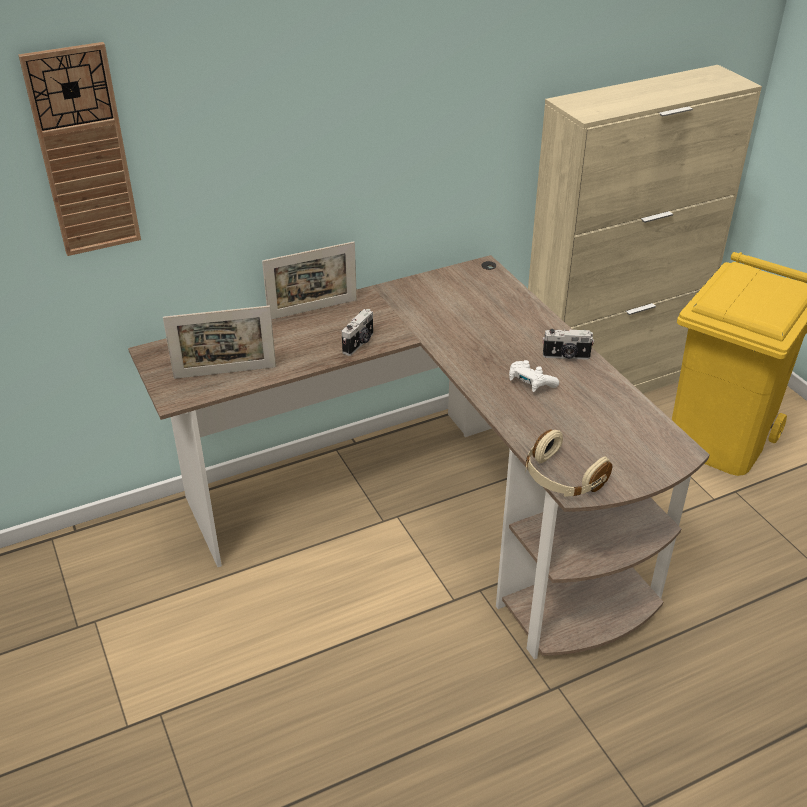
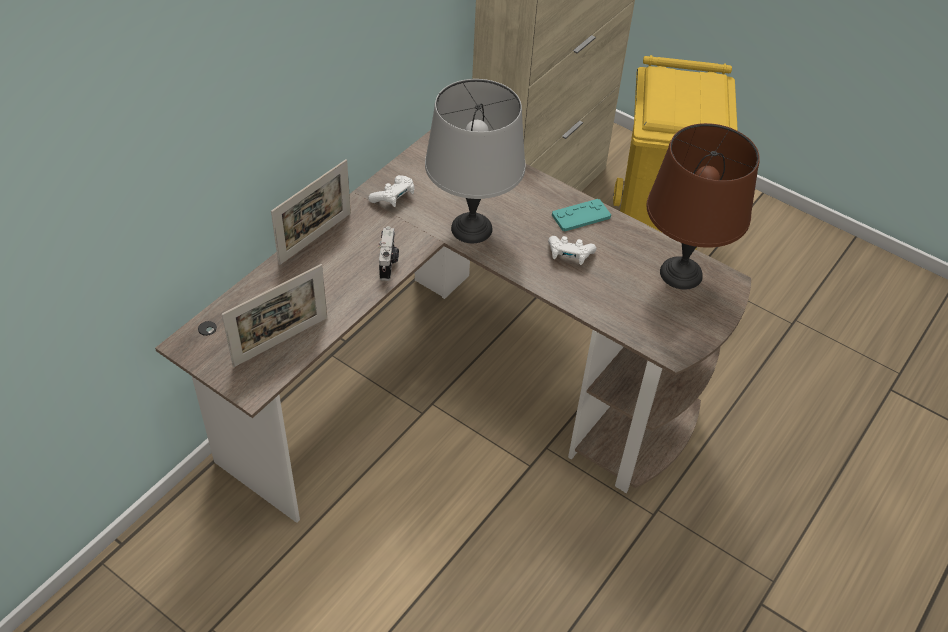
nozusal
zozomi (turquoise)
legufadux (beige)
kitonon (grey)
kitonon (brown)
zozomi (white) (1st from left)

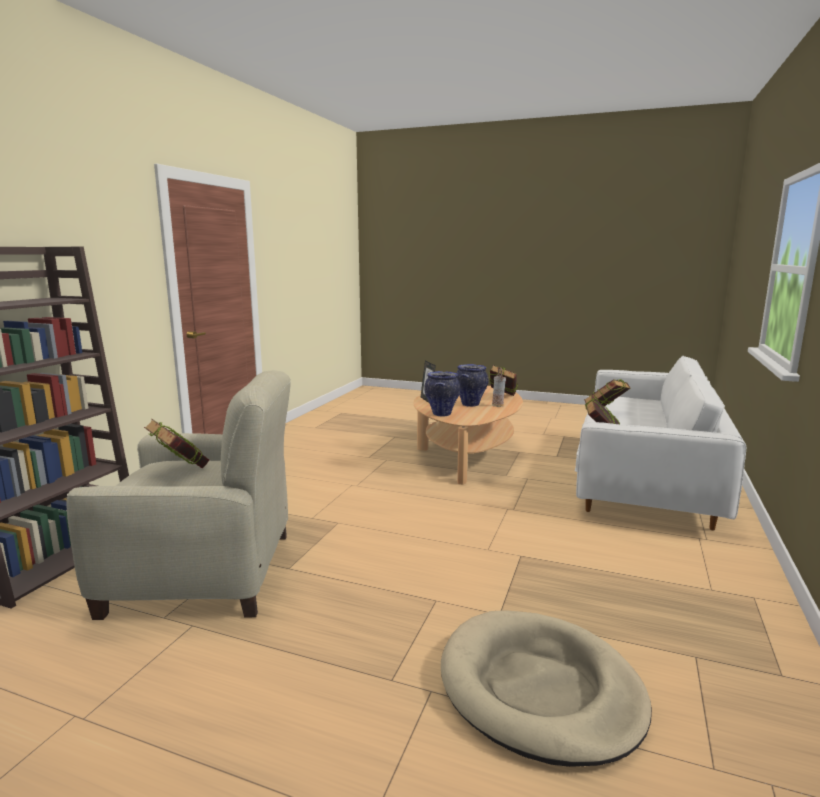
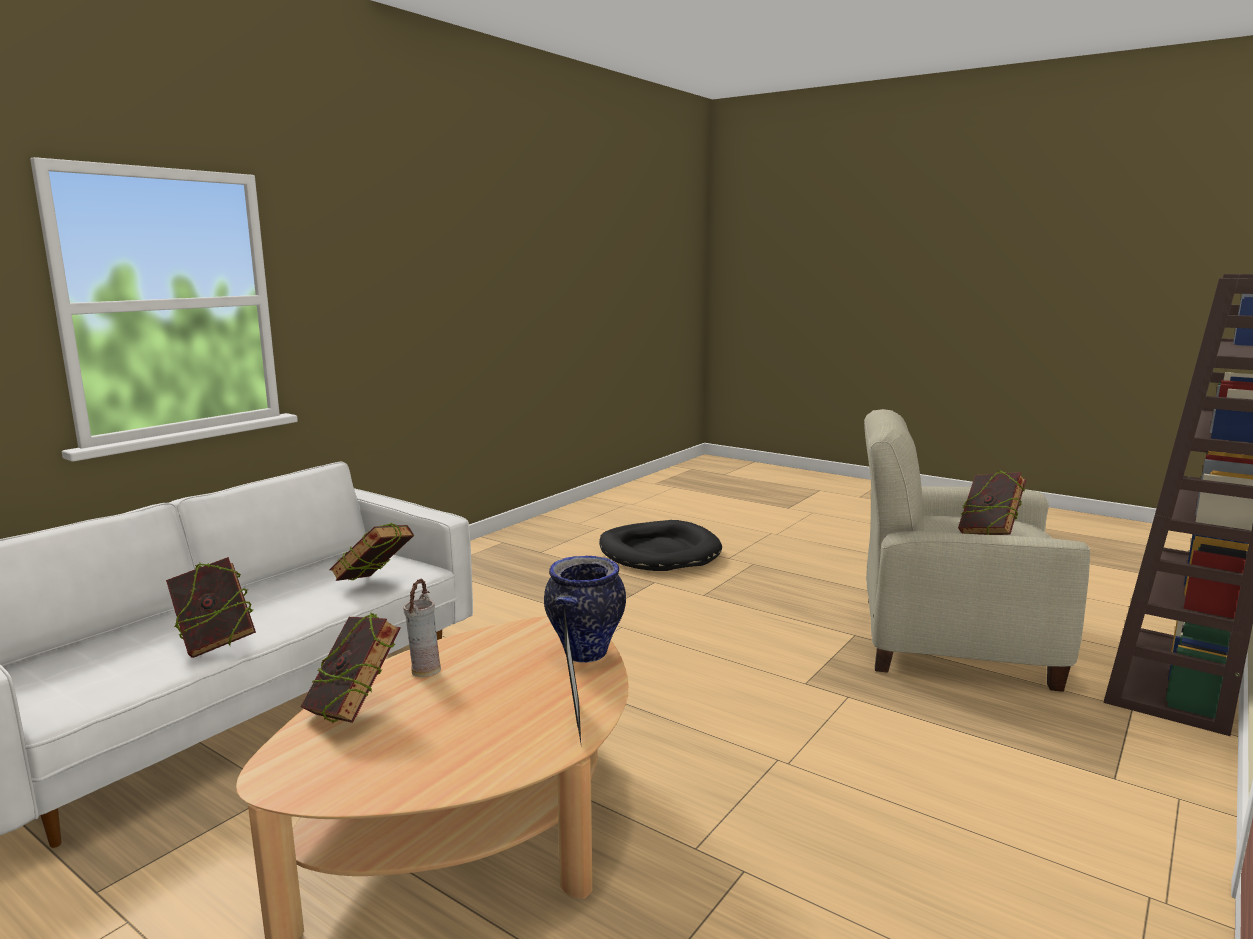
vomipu (2nd from left in the first image)
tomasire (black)

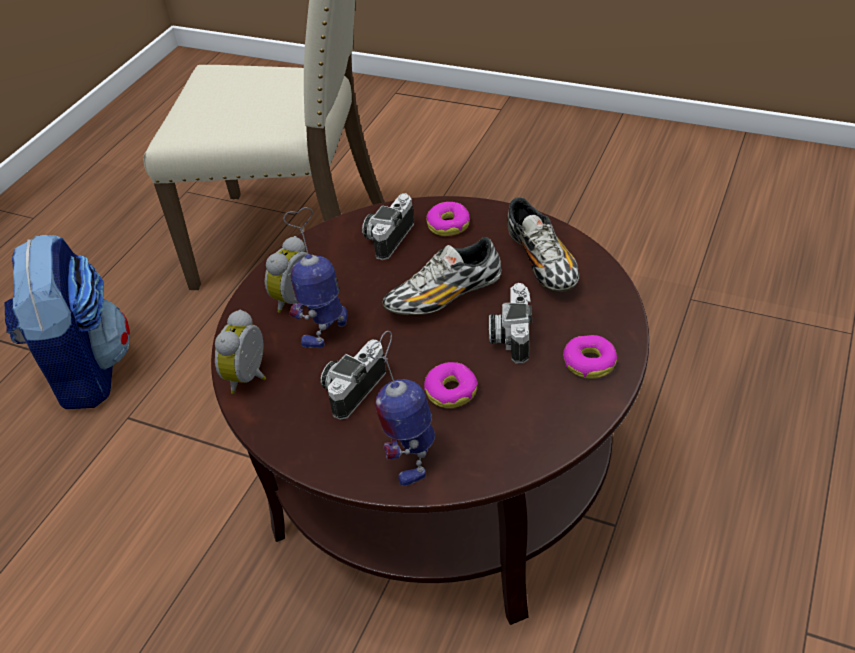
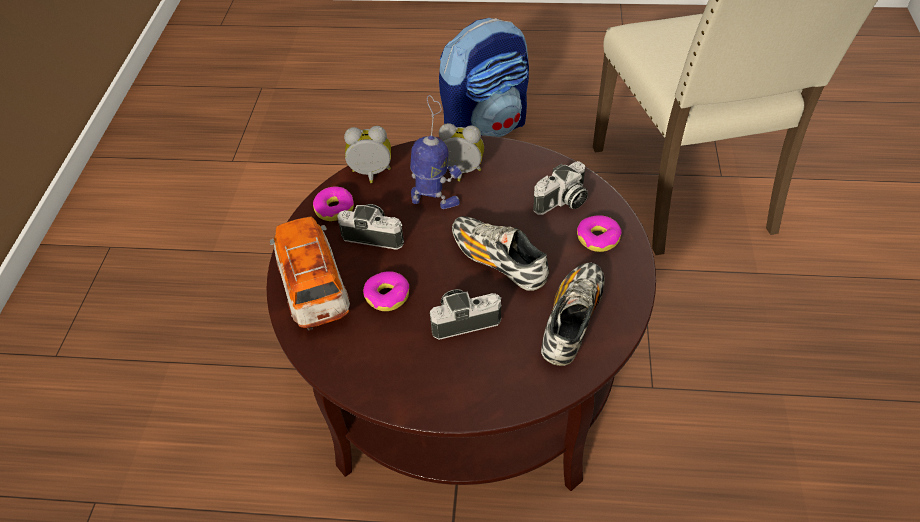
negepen (3rd from left)
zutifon (2nd from left)
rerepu
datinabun (1st from left)

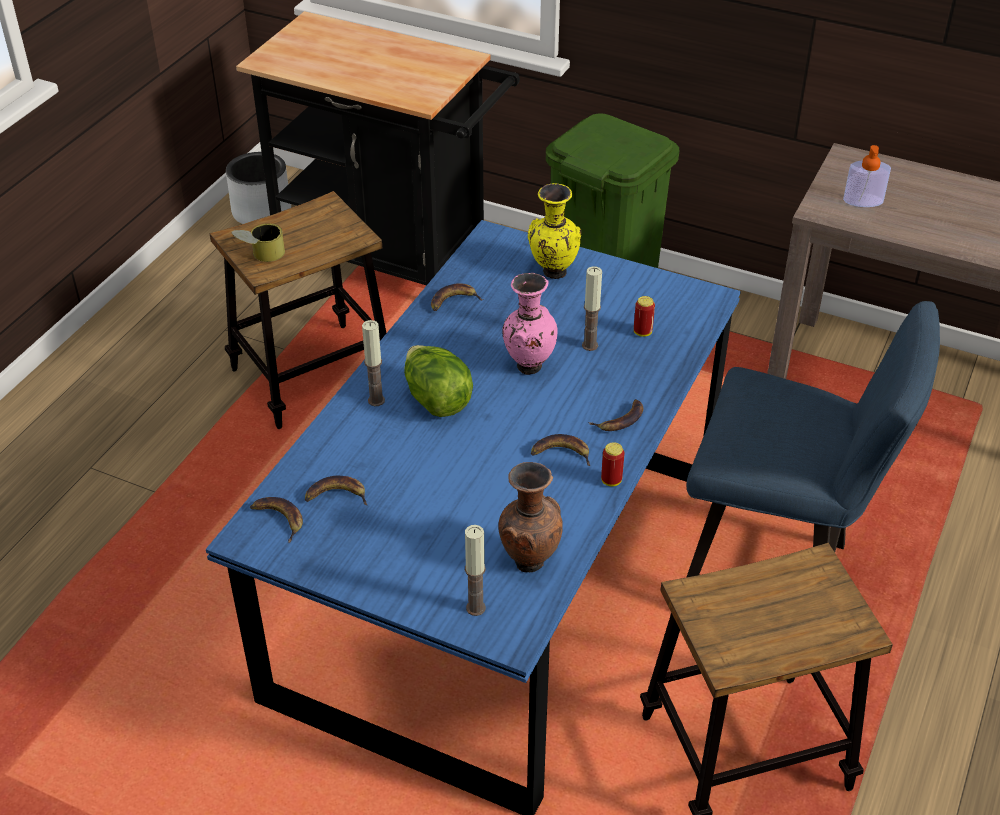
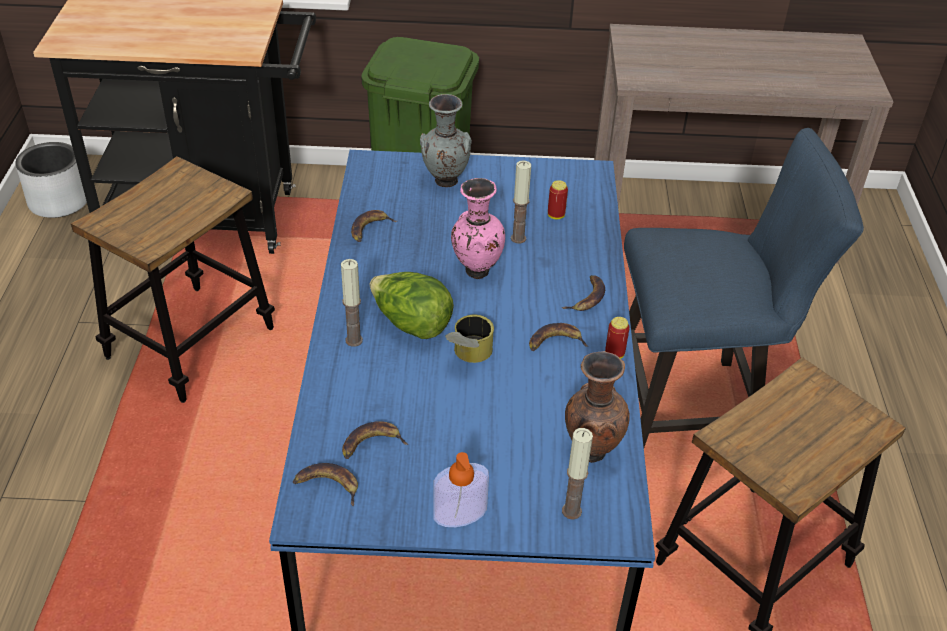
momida
vomipu (grey)
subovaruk (1st from left)

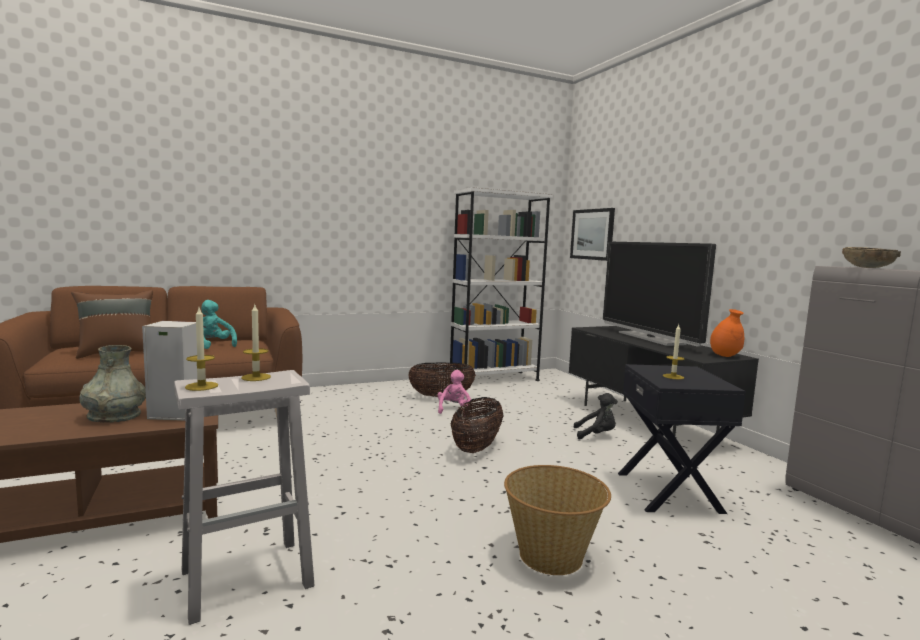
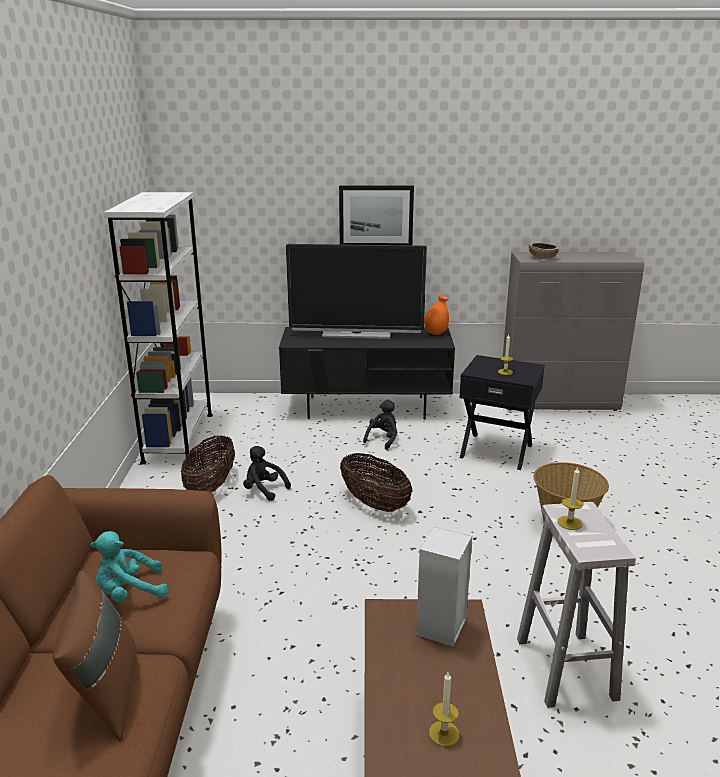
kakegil
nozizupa (1st from left)
vomipu (grey)
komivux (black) (1st from left)

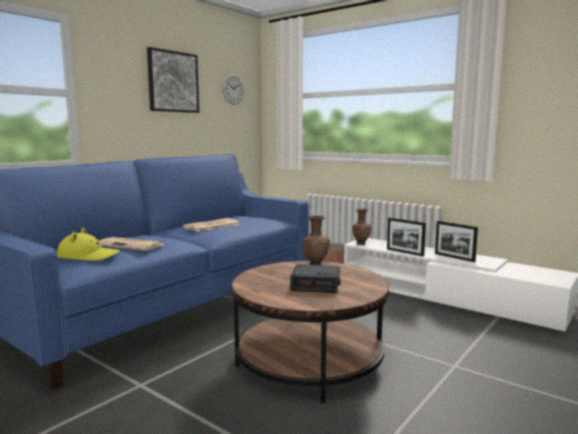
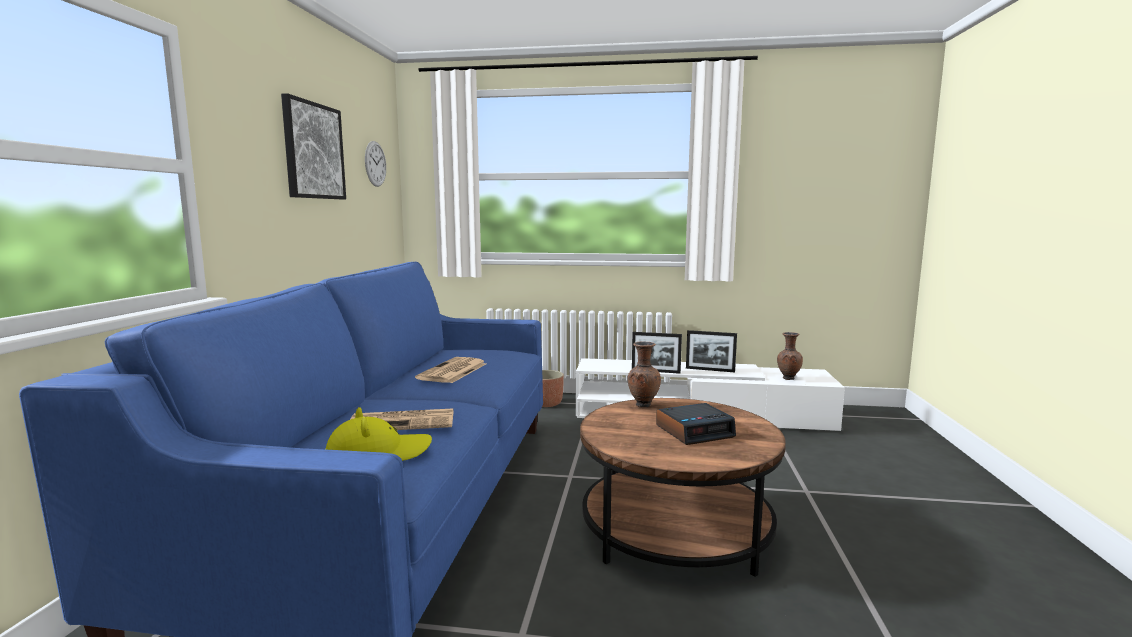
vomipu (brown) (2nd from left)

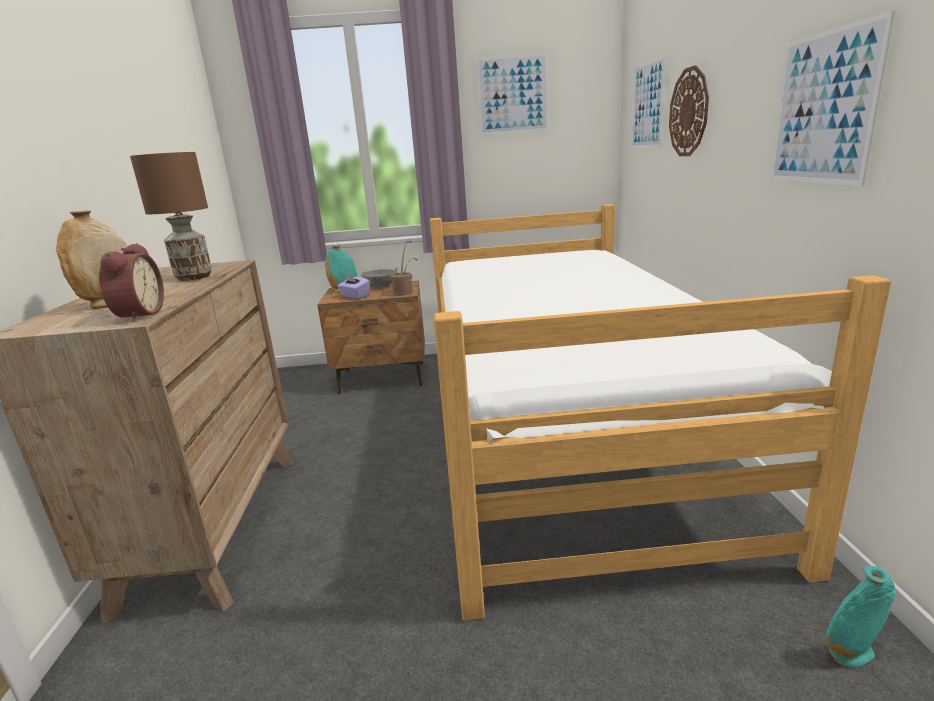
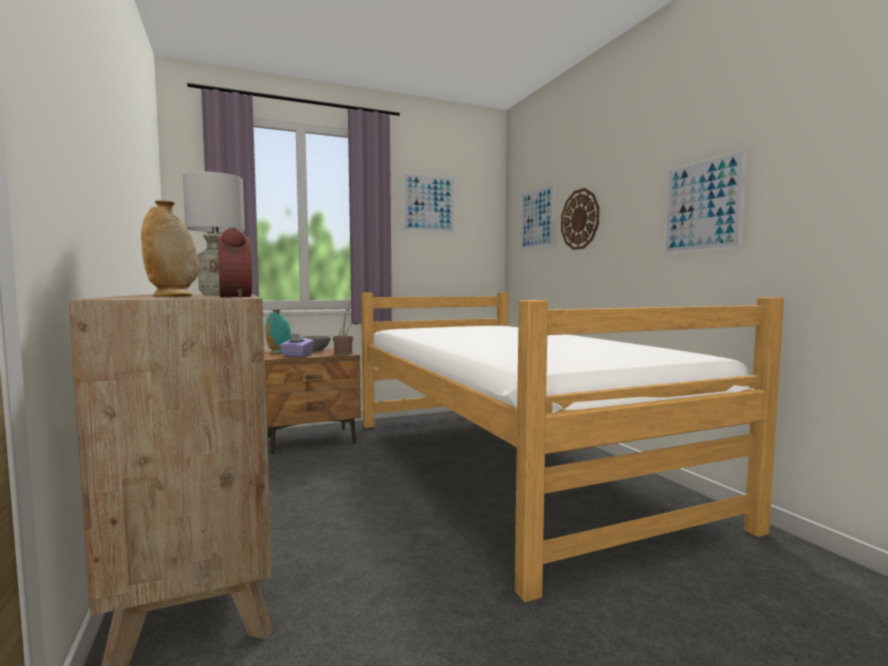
kitonon (grey)
vomipu (turquoise) (2nd from left in the first image)

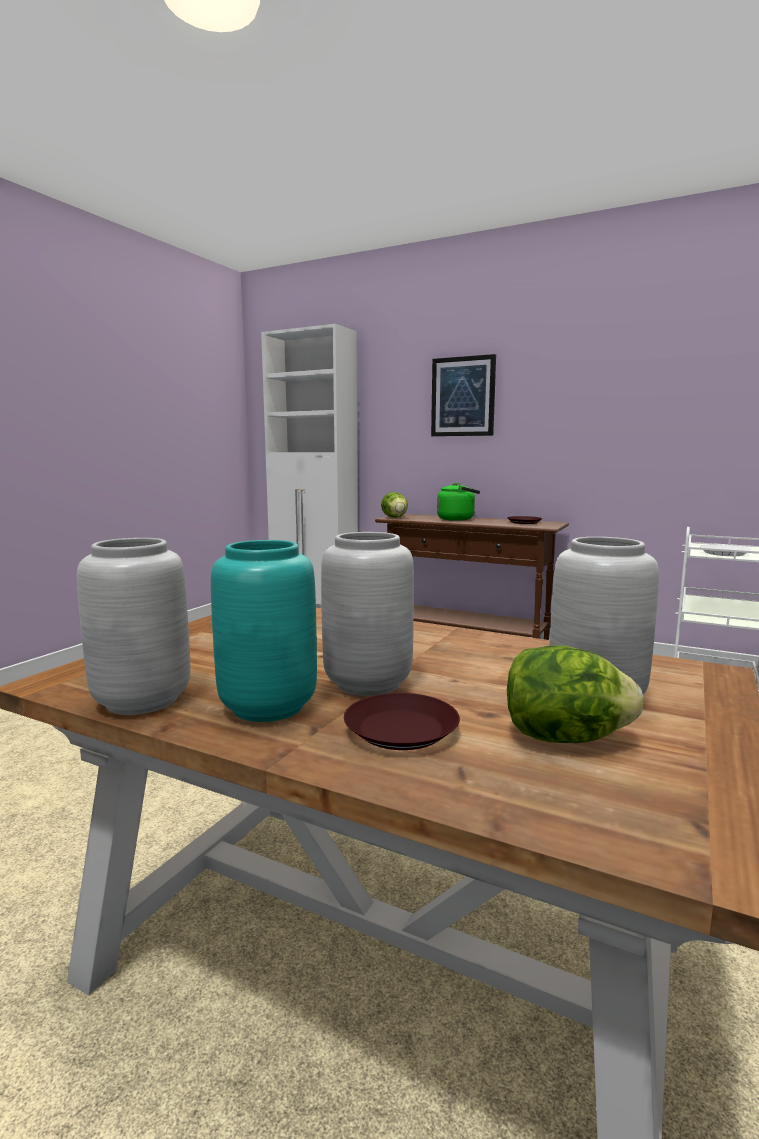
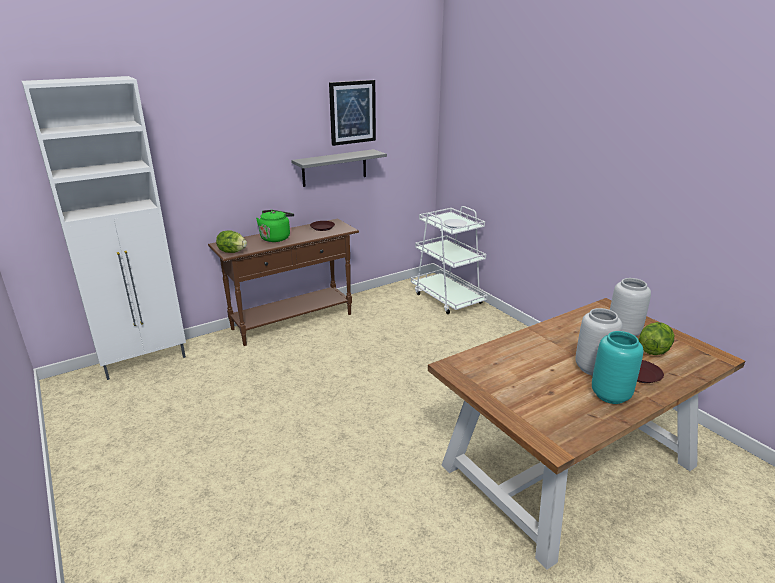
kakegil
vomipu (grey) (1st from left in the first image)
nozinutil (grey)

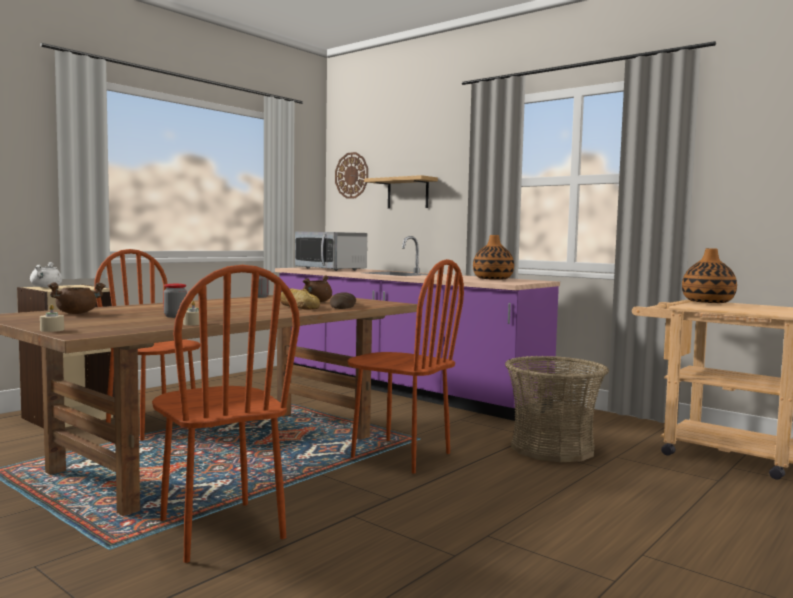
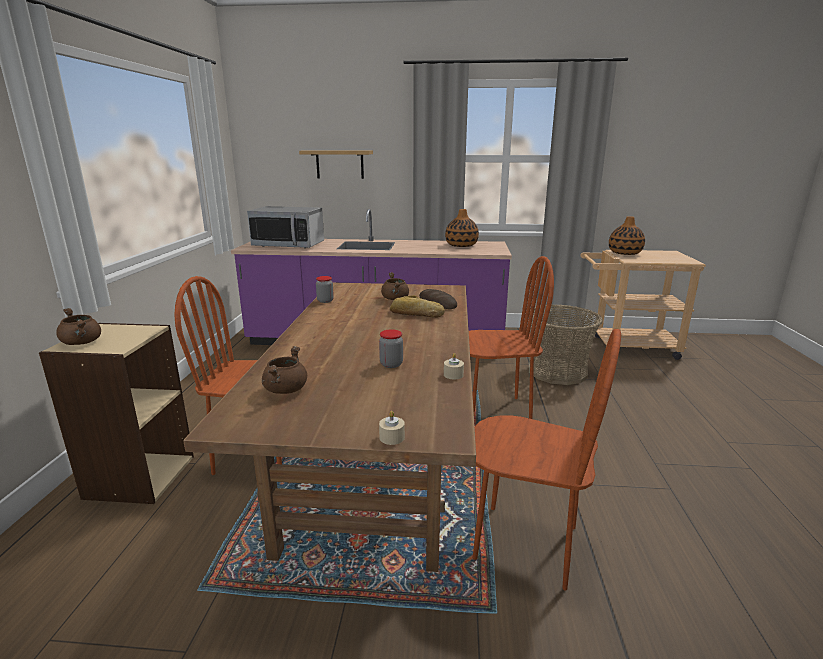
nozusal
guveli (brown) (1st from left)

